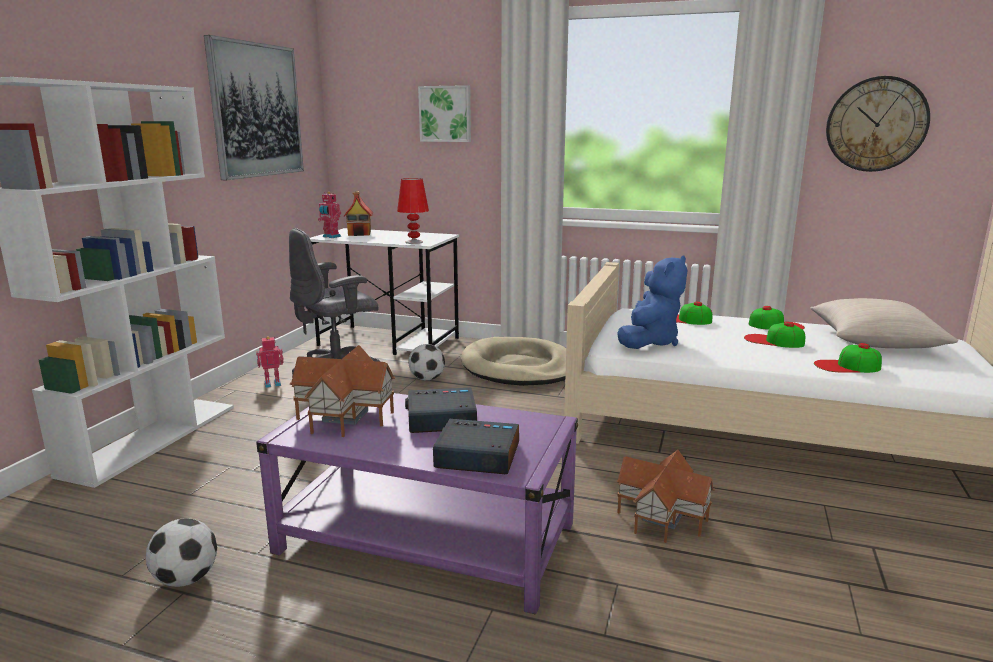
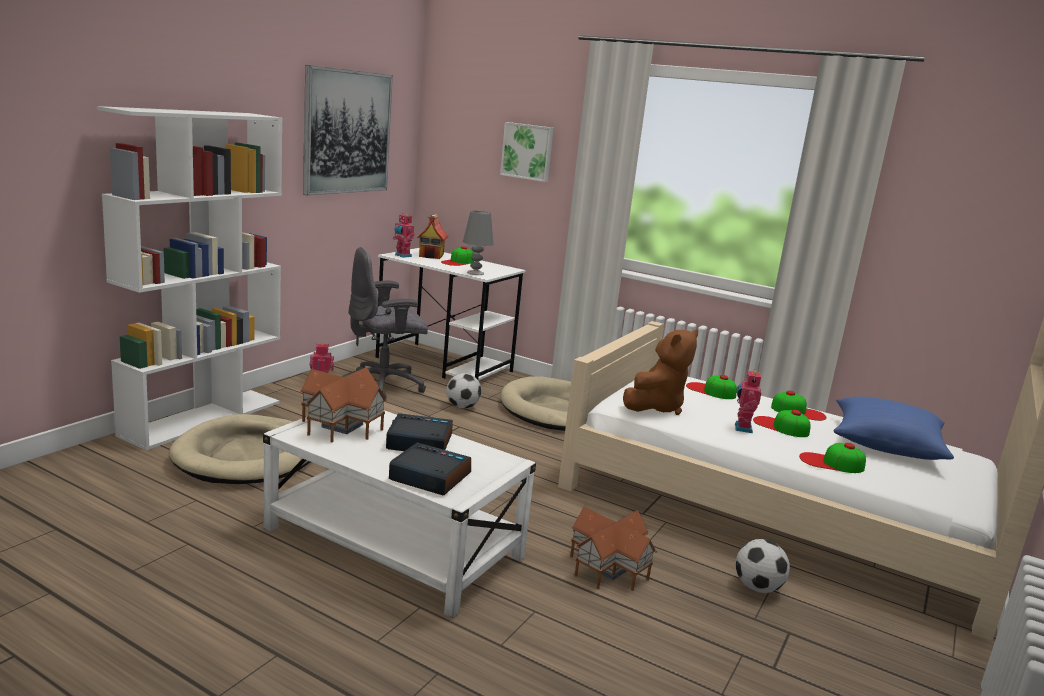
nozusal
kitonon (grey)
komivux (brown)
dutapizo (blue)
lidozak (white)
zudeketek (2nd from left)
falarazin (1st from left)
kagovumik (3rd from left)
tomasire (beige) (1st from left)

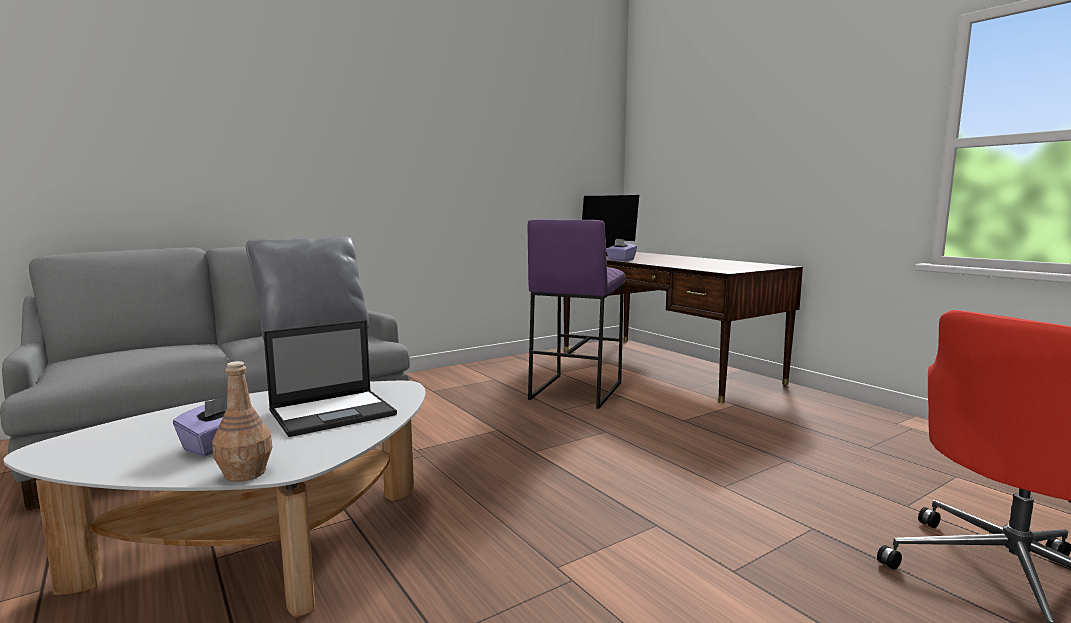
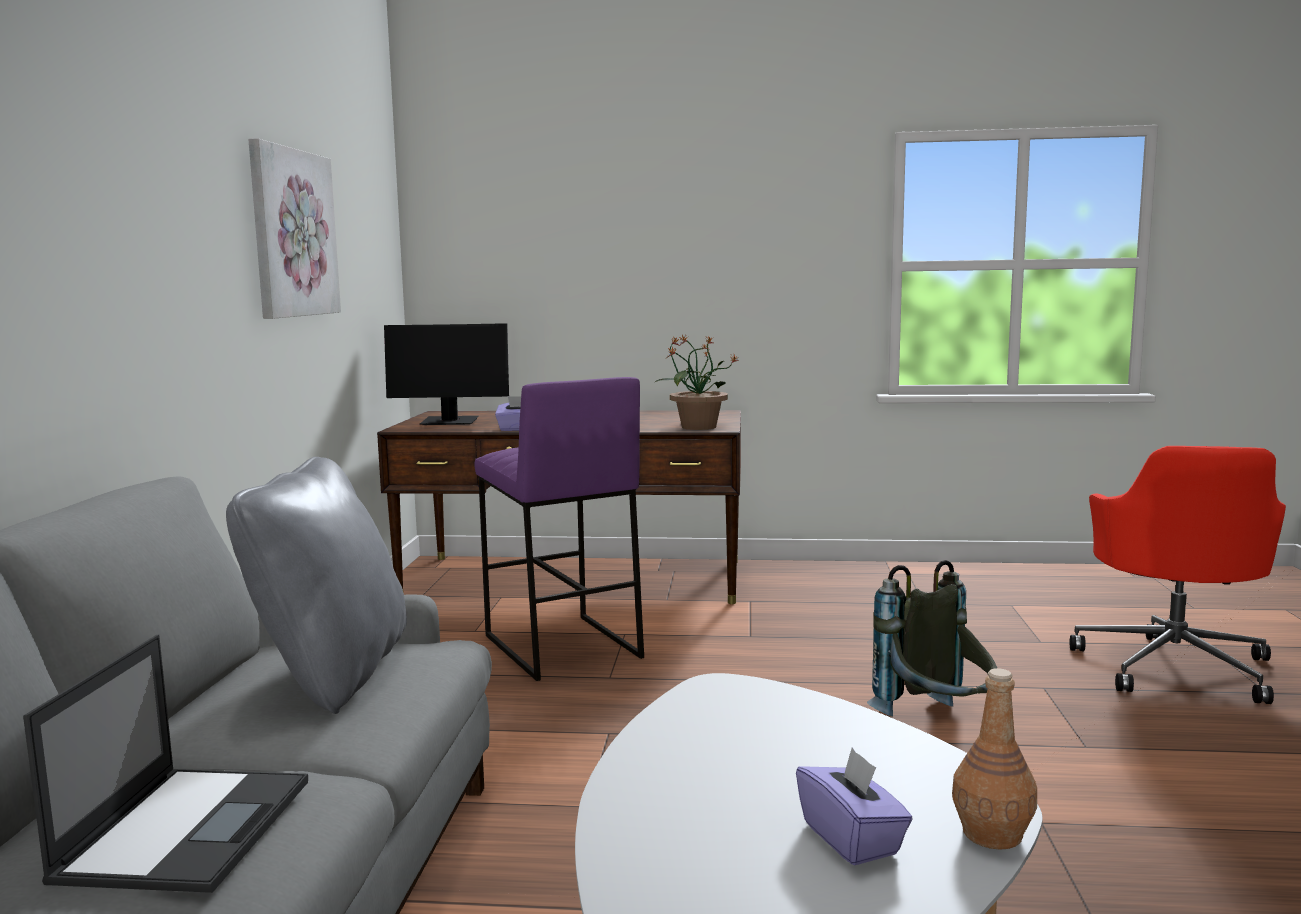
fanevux
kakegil
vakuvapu
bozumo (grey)

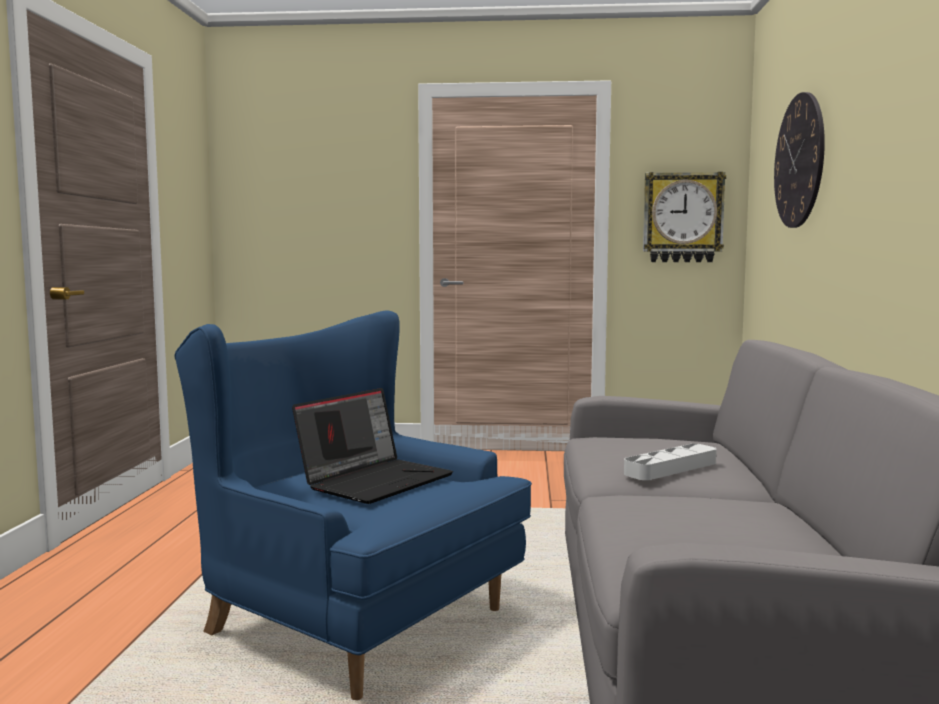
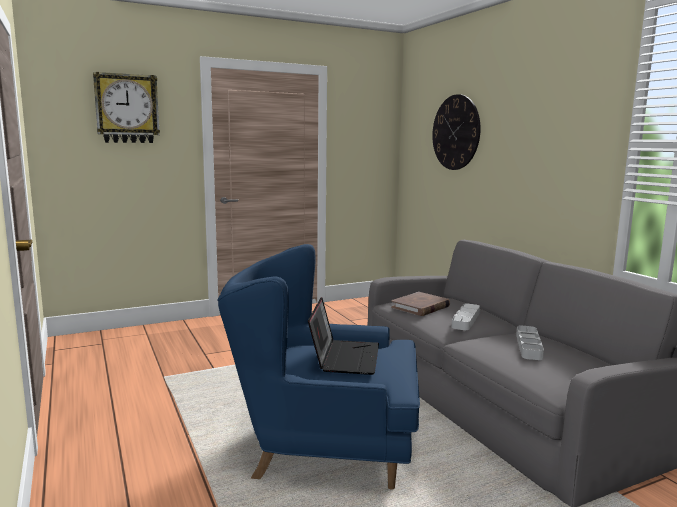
nozusal (1st from left)
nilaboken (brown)
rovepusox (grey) (2nd from left)

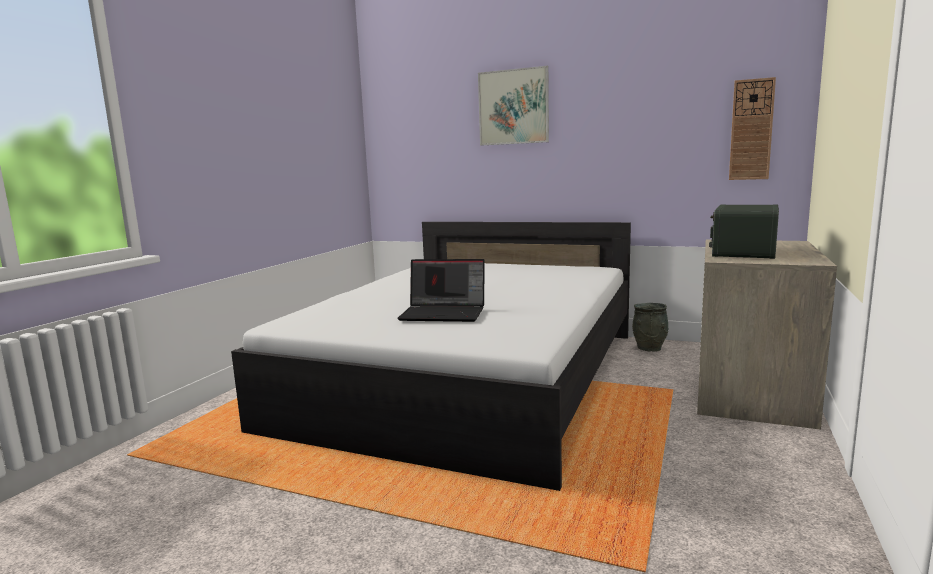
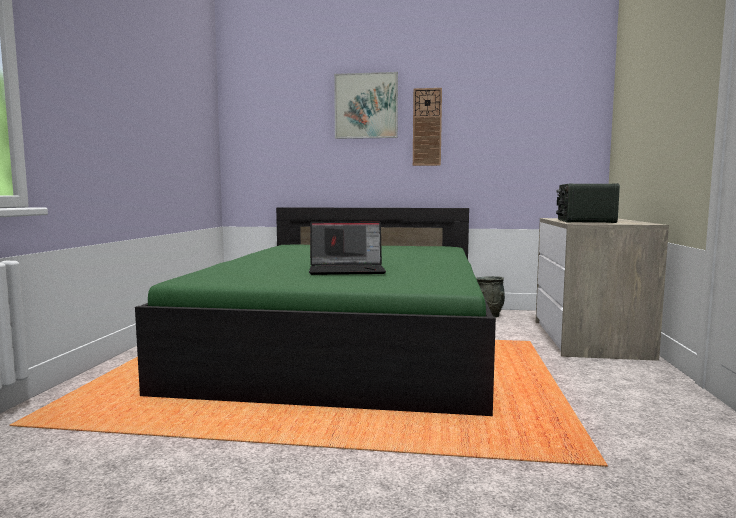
nozusal
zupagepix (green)

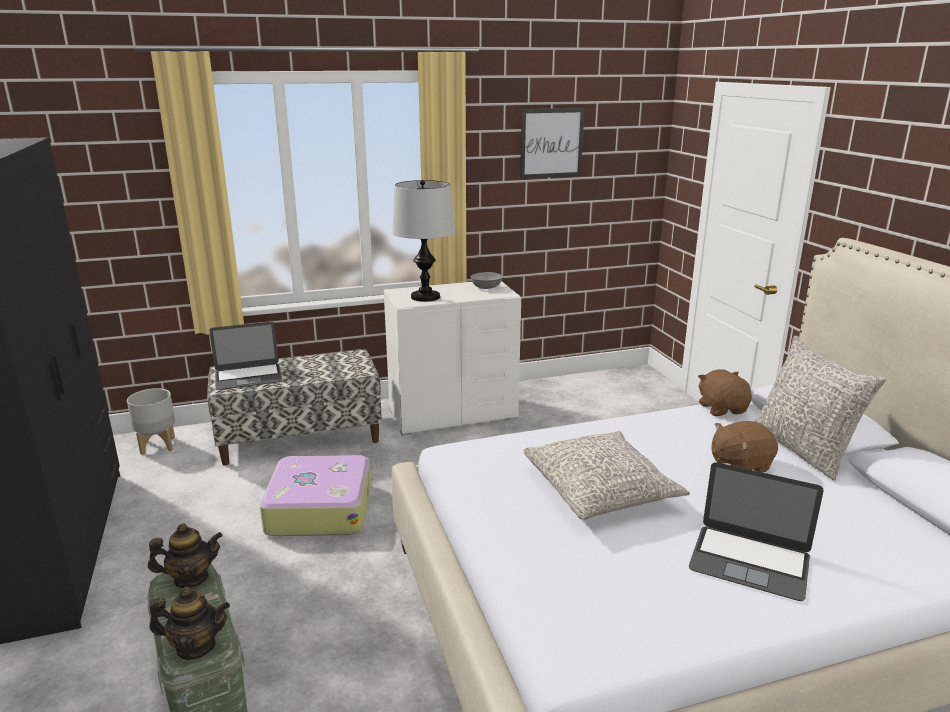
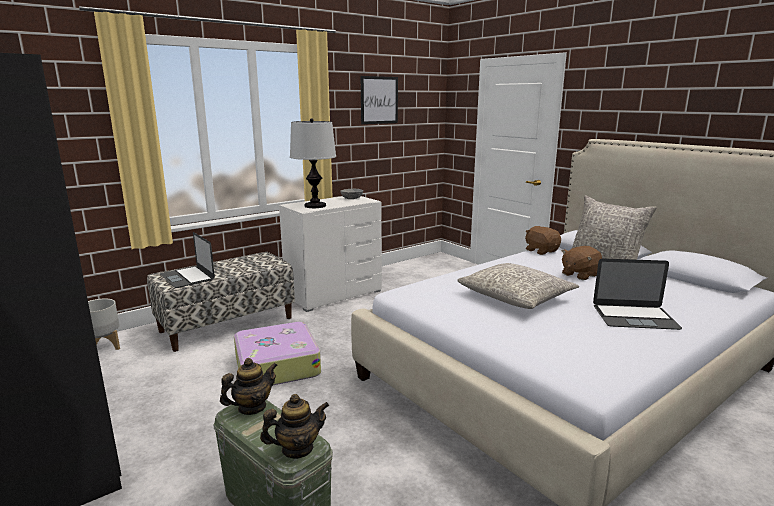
fanevux (1st from left)

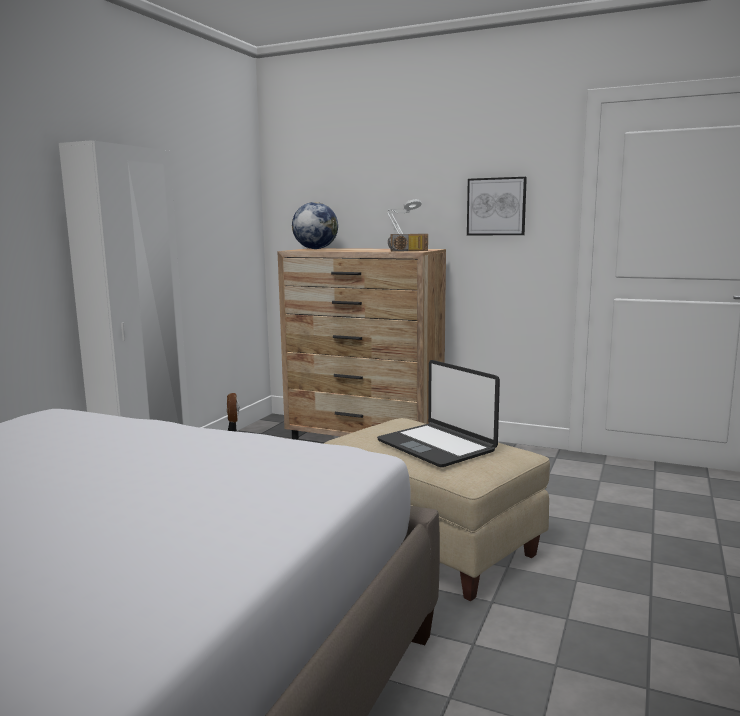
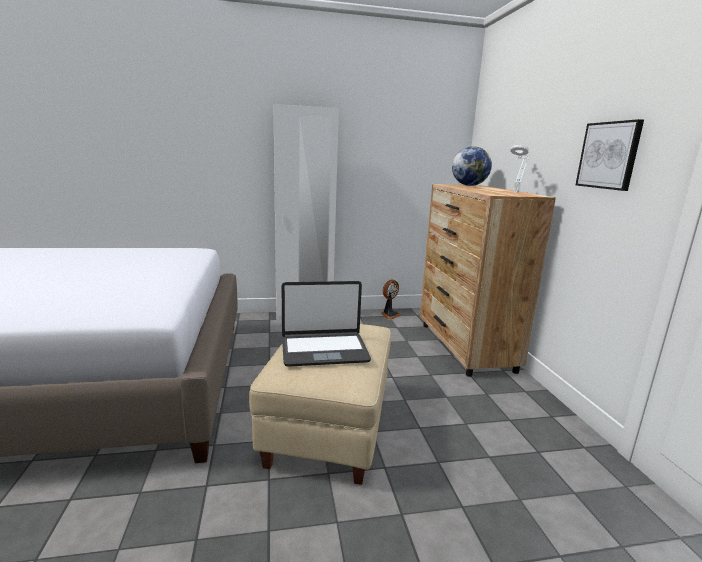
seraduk
fanevux

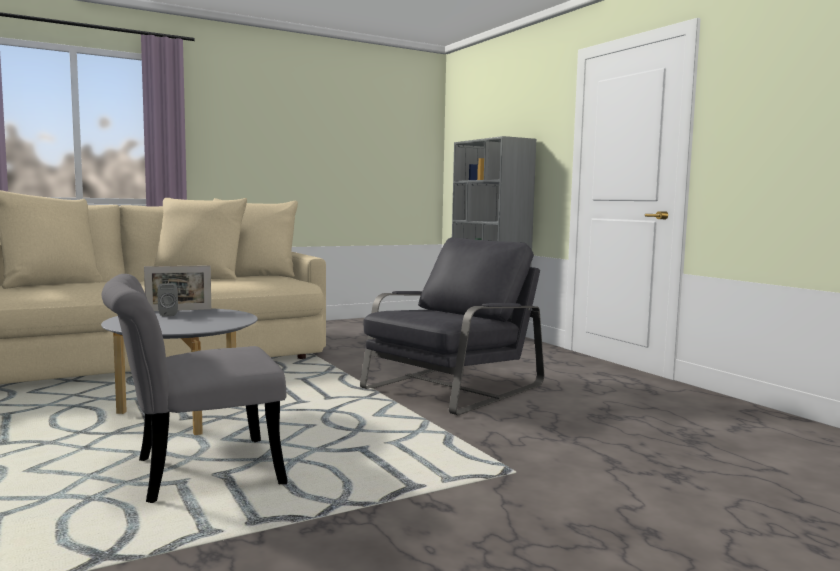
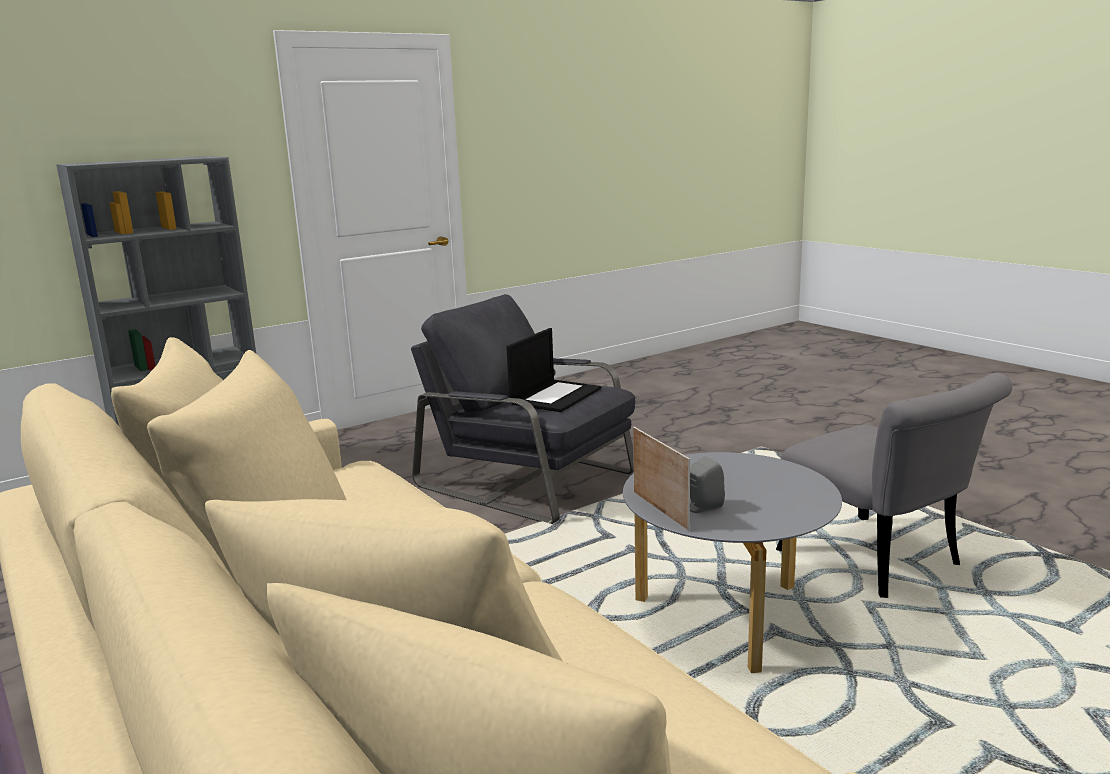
fanevux

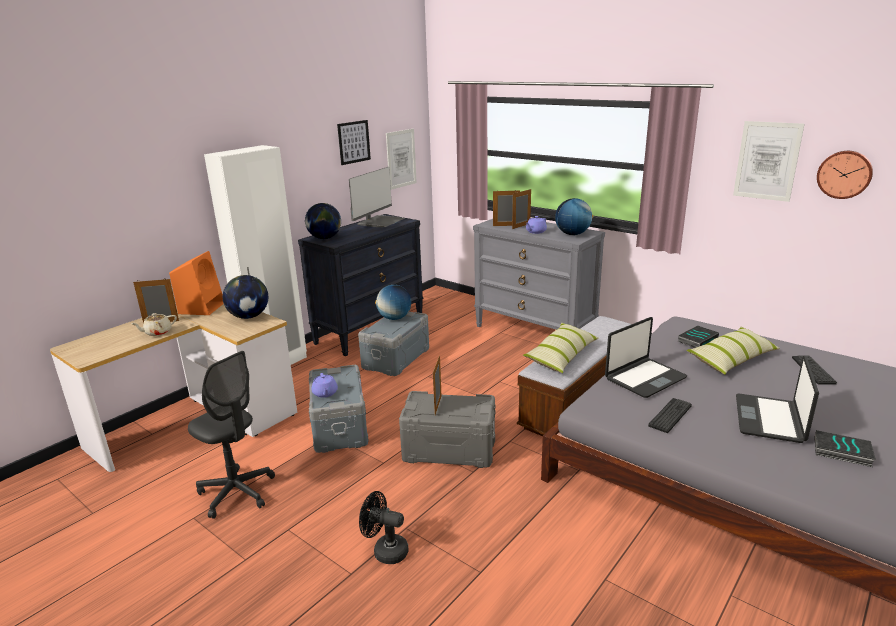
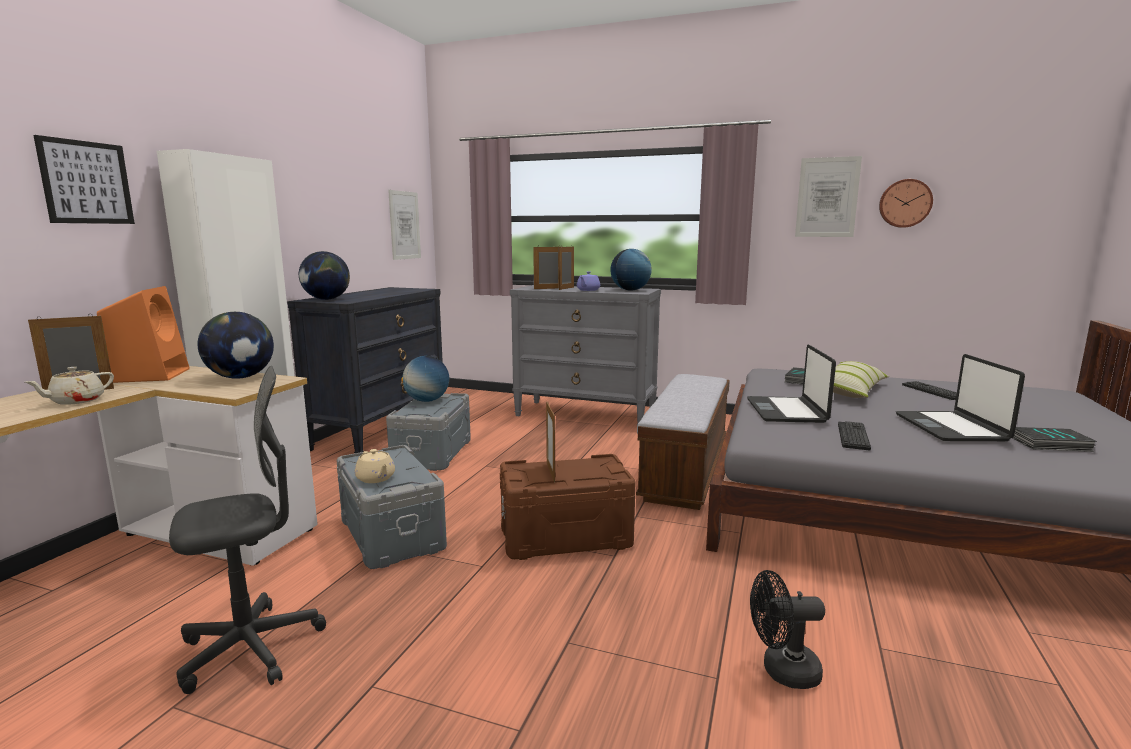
kakegil (1st from left)
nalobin
fanevux (1st from left)
dutapizo (1st from left in the first image)
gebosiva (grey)
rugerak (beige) (2nd from left)
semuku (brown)
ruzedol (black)

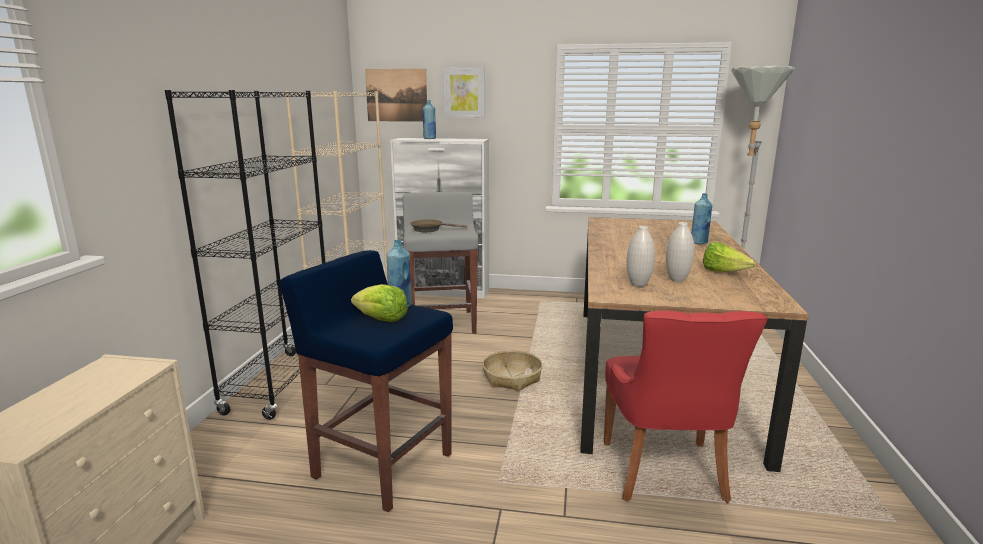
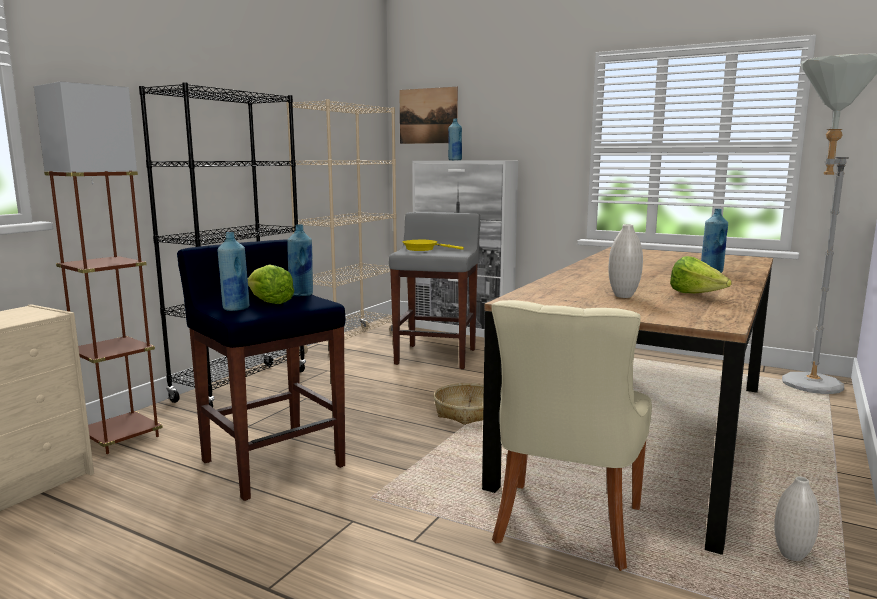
kakegil (2nd from left in the first image)
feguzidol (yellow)
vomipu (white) (2nd from left)
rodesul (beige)
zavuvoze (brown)
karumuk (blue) (1st from left)

